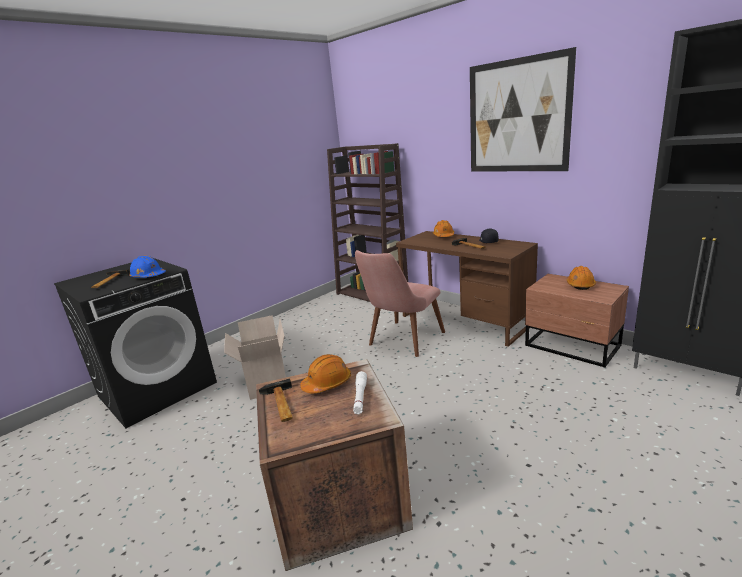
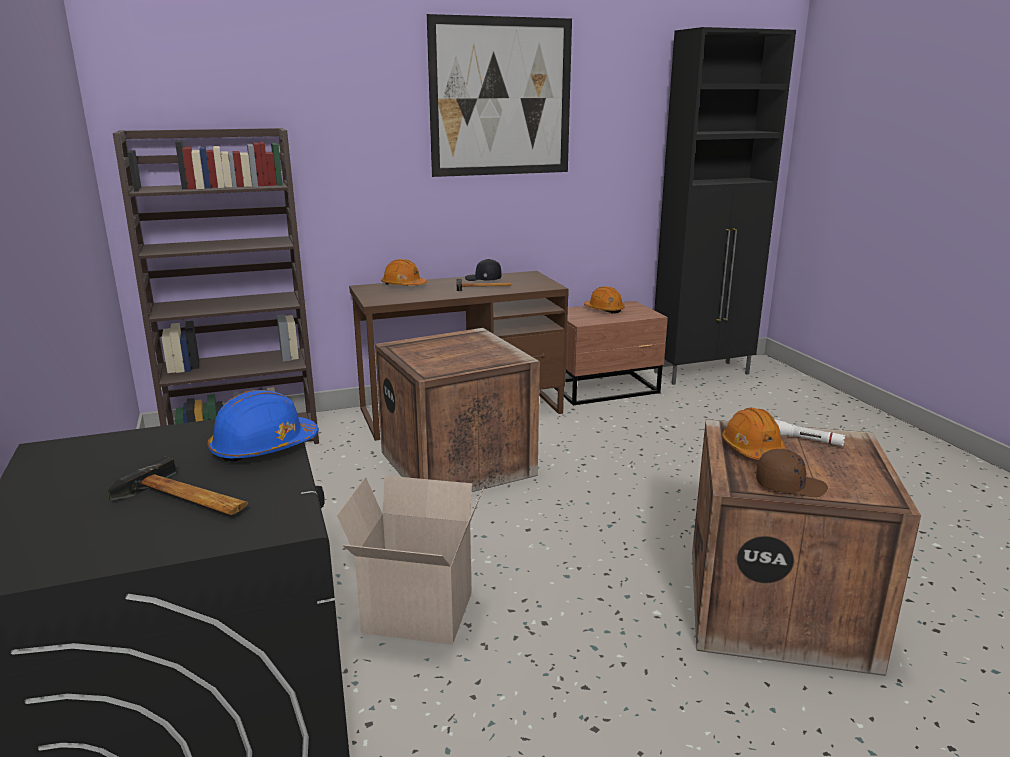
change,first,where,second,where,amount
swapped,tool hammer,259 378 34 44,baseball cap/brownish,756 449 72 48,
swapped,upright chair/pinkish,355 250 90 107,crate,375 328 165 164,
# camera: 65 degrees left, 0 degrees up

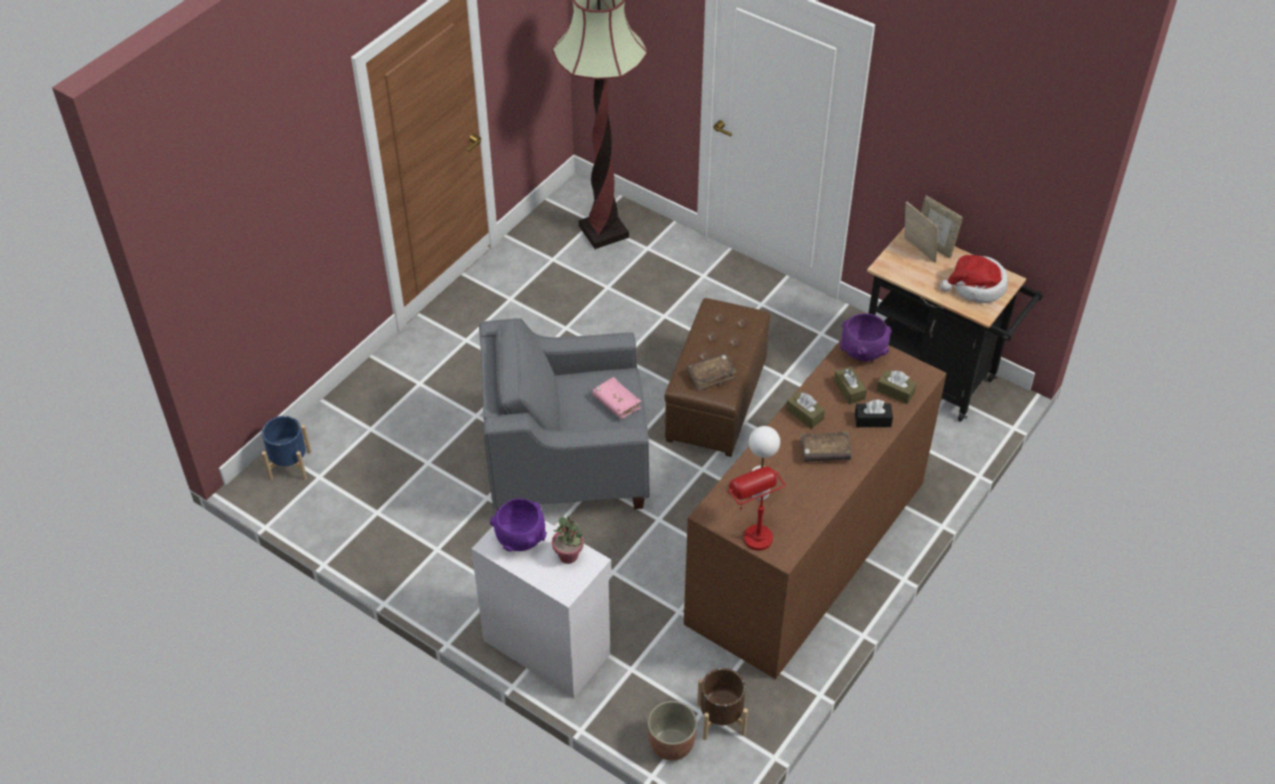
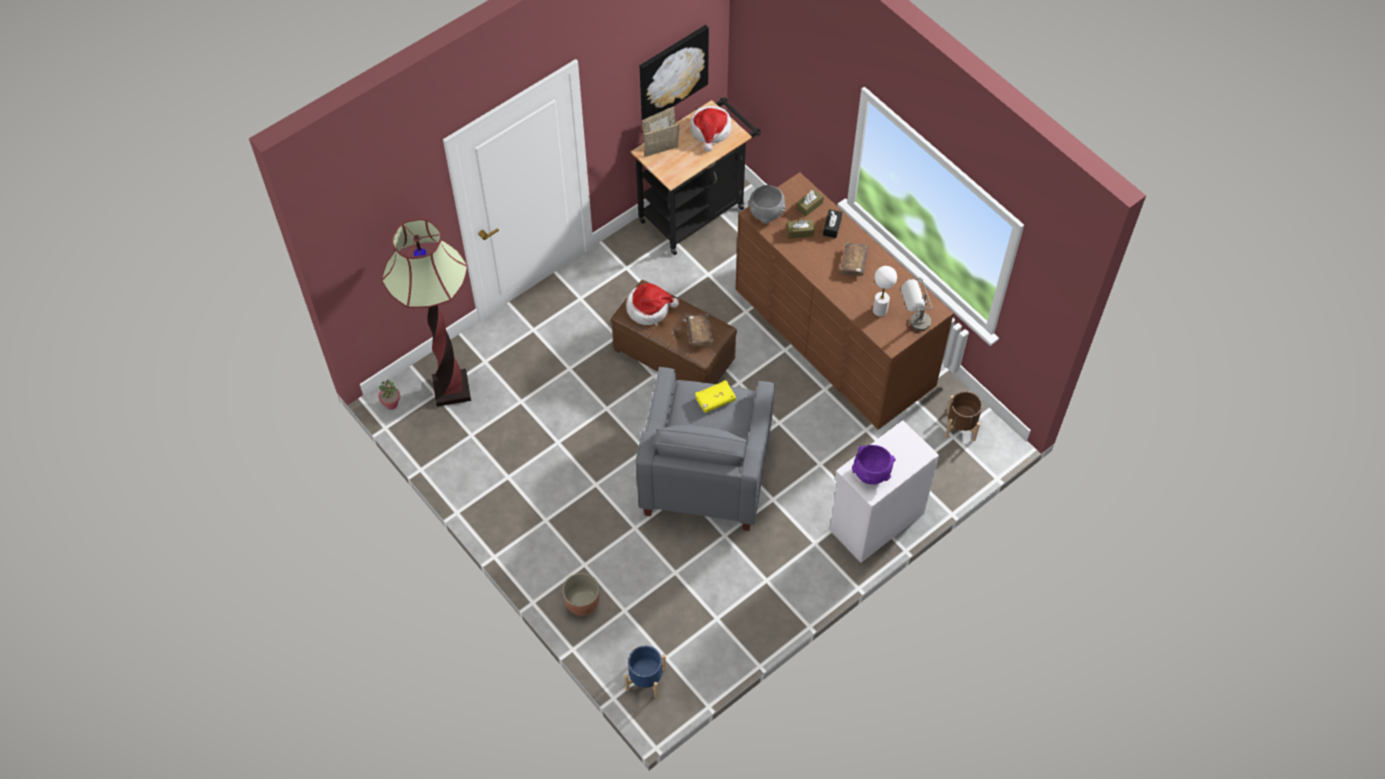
change,first,where,second,where,amount
shifted,houseplant,552 516 32 48,,378 379 22 30,
repainted,bound book/pinkish,592 377 50 42,bound book/yellow,695 380 41 33,
shifted,planter,648 701 49 60,,562 573 38 43,
repainted,lamp for a table/red-coloured,728 466 57 85,lamp for a table/grey,901 278 31 53,
gone,box of tissues/brownish,786 391 39 38,,,
repainted,deep dish/purplish,840 314 52 47,deep dish/grey,748 185 38 39,
new,,,wearable hat,626 283 53 42,
new,,,picture,640 25 69 95,
# camera: 75 degrees left, 10 degrees up

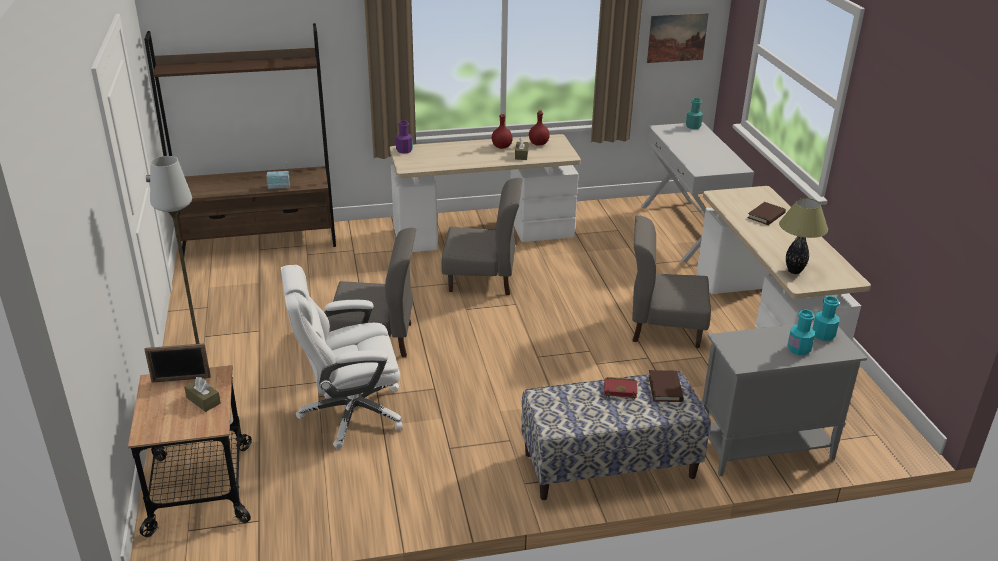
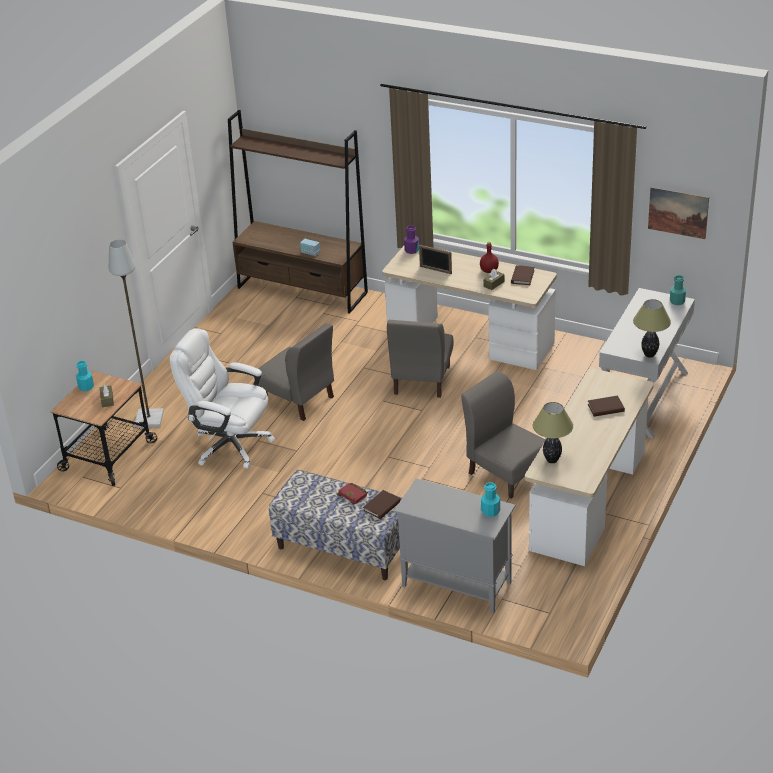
change,first,where,second,where,amount
shifted,photo frame,144 343 67 40,,419 245 33 29,
rotated,upright chair/grey,441 178 81 117,,387 320 67 78,60 degrees clockwise
swapped,bottle/red-coloured,529 110 21 36,bound book/brownish,511 265 23 20,
shifted,bottle/blue-green,787 310 28 45,,76 361 18 30,
new,,,lamp for a table,633 299 38 59,
# camera: 40 degrees right, 5 degrees up

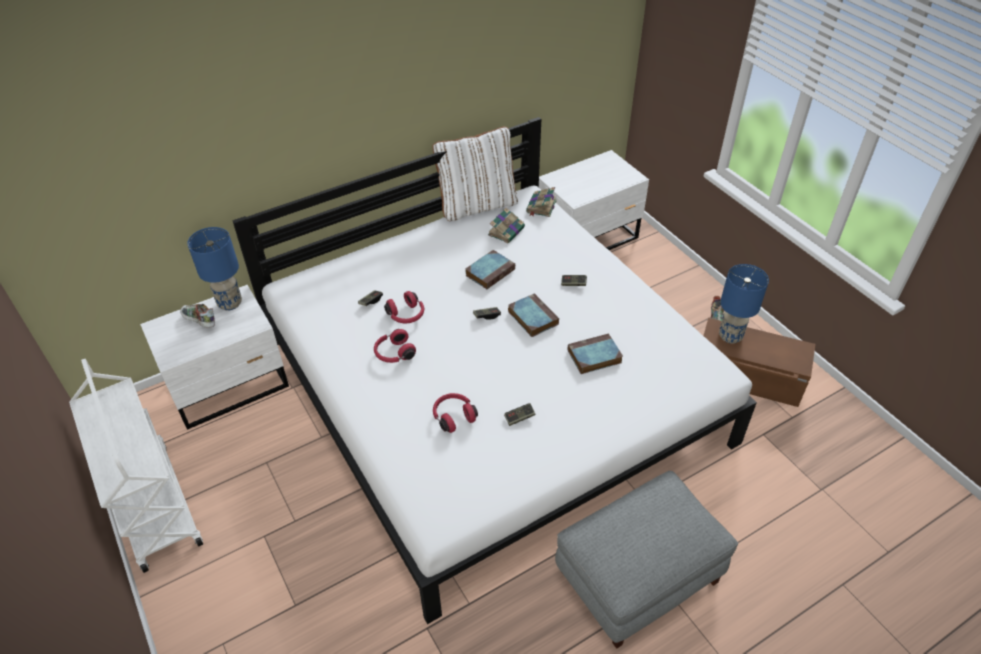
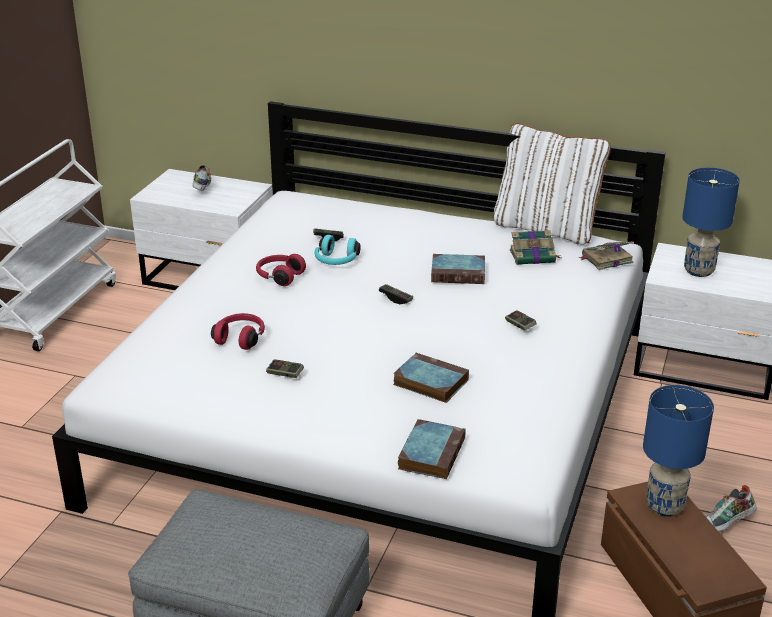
change,first,where,second,where,amount
shifted,lamp for a table/bluish,187 227 55 84,,682 168 58 109,
repainted,headphones/red-coloured,384 291 40 32,headphones/blue-green,314 235 47 30,
shifted,bound book,508 293 51 44,,398 419 68 60,
# camera: 50 degrees right, 15 degrees down

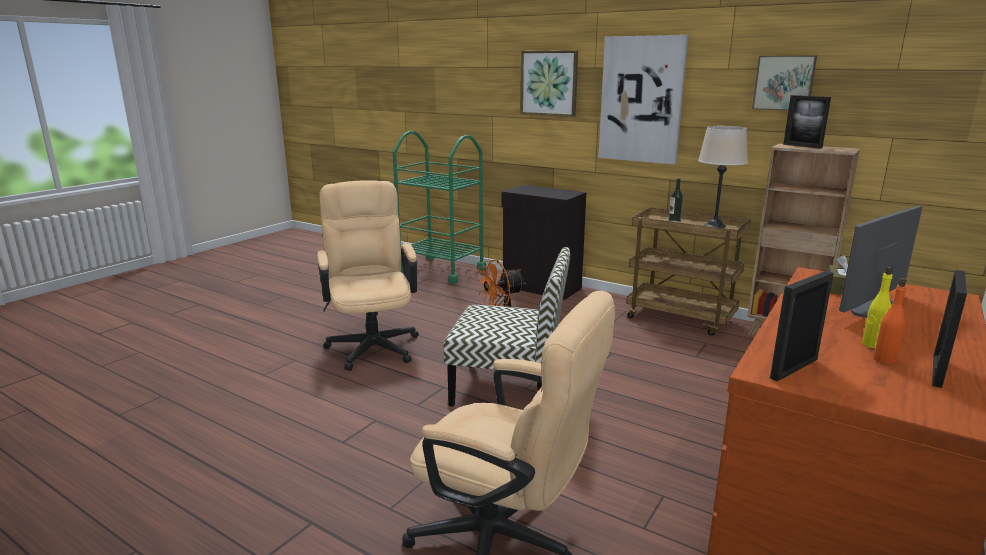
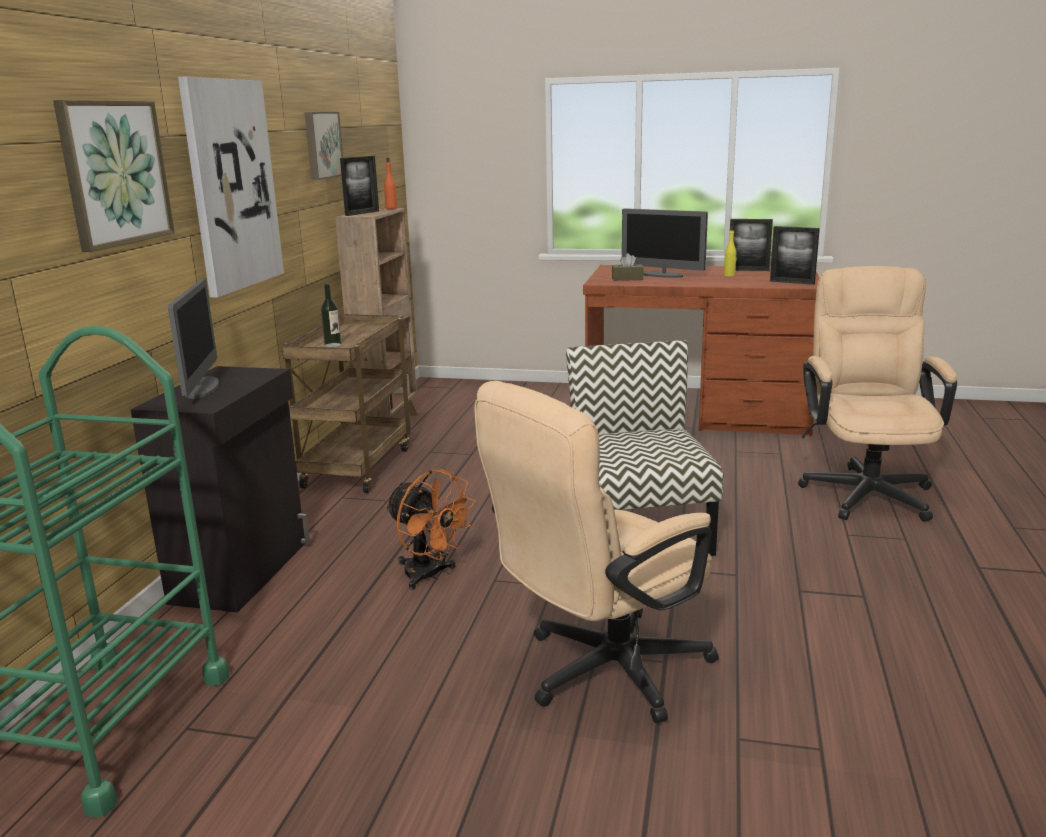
change,first,where,second,where,amount
gone,lamp for a table/sand-coloured,698 126 50 102,,,
shifted,bottle/orange-coloured,874 278 33 86,,384 158 13 51,
new,,,monitor,168 279 51 120,
# camera: 110 degrees left, 0 degrees up

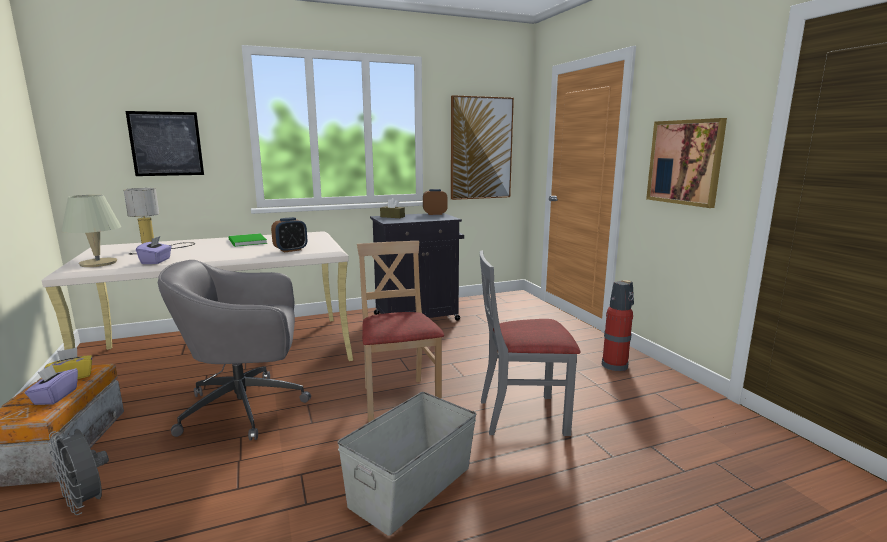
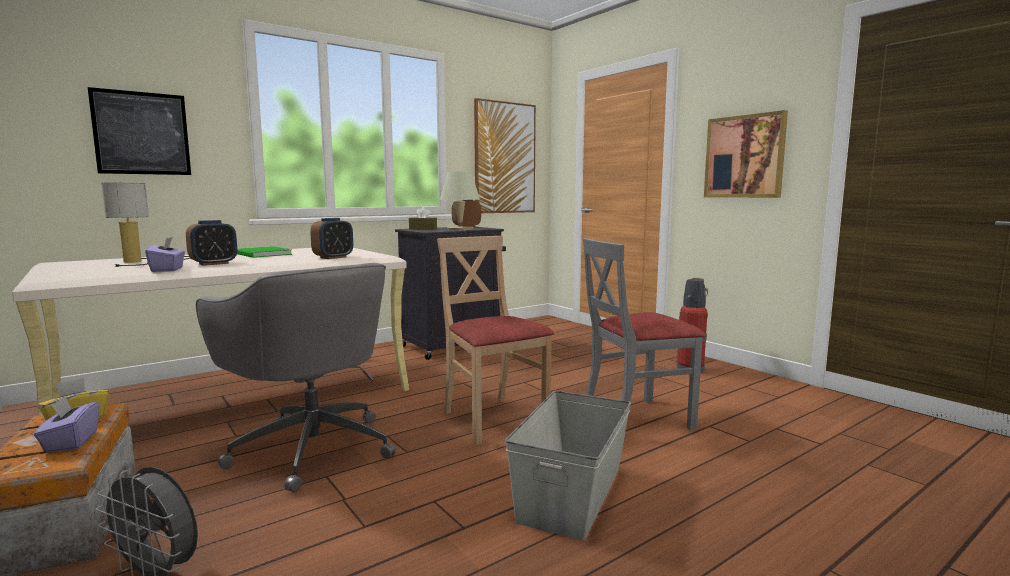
change,first,where,second,where,amount
shifted,lamp for a table/sand-coloured,61 195 60 72,,440 172 40 58,
rotated,office chair/grey,158 260 153 180,,196 263 200 229,105 degrees counterclockwise
new,,,alarm clock,186 220 51 46,
# camera: 15 degrees left, 5 degrees down

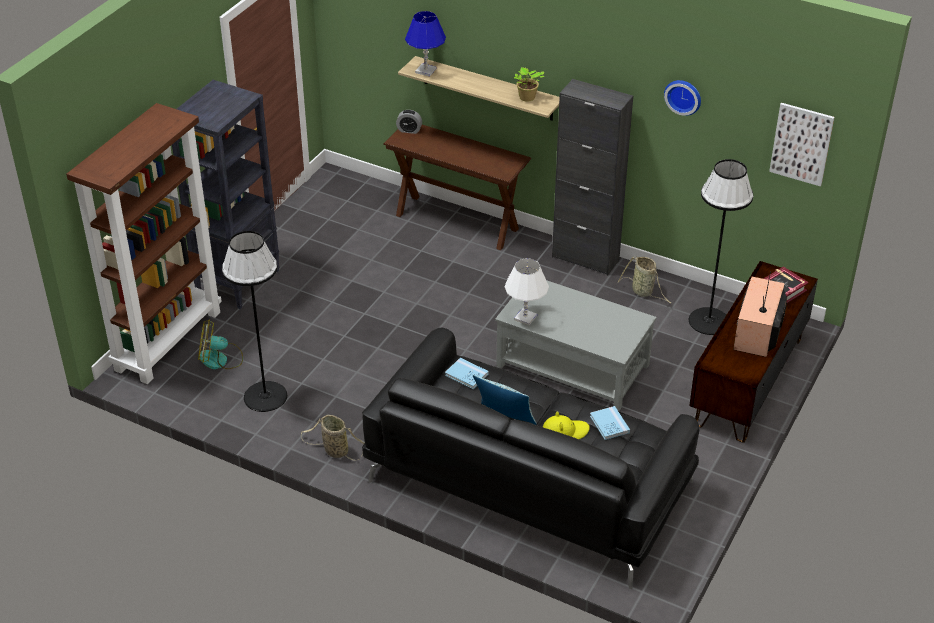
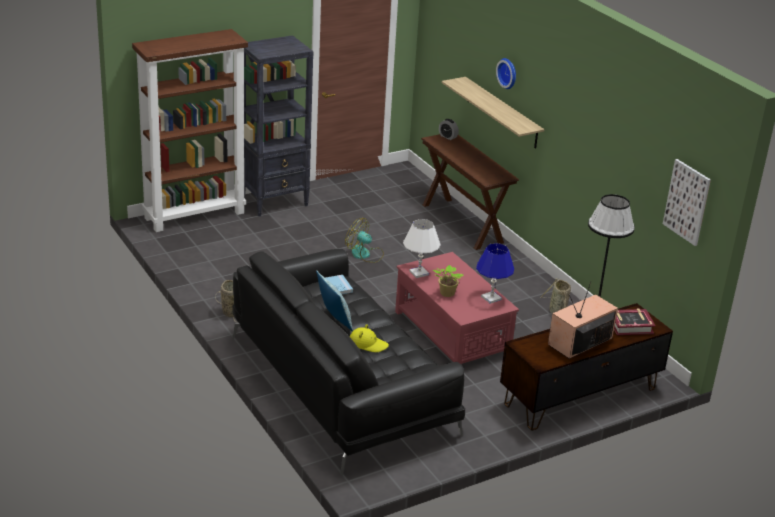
change,first,where,second,where,amount
shifted,fan,198 319 45 50,,345 218 39 45,
gone,standard lamp/black,222 231 65 181,,,
shifted,lamp for a table/bluish,405 11 41 66,,476 243 38 61,
repainted,lounge table/grey,495 280 162 131,lounge table/red-coloured,395 252 124 112,
shifted,houseplant,514 67 30 35,,433 265 31 32,
gone,cupboard/black,552 79 81 196,,,
gone,bound book/bluish,590 406 40 34,,,
shifted,hanging clock,664 80 37 36,,496 58 20 31,
# camera: 30 degrees right, 10 degrees down

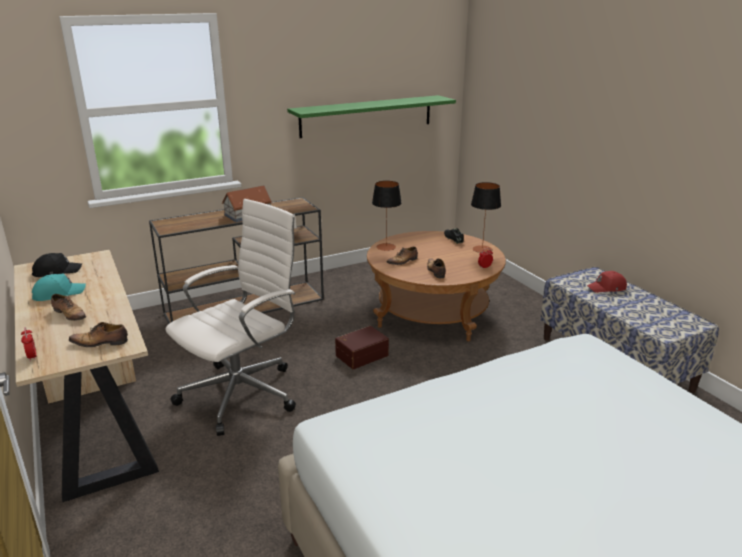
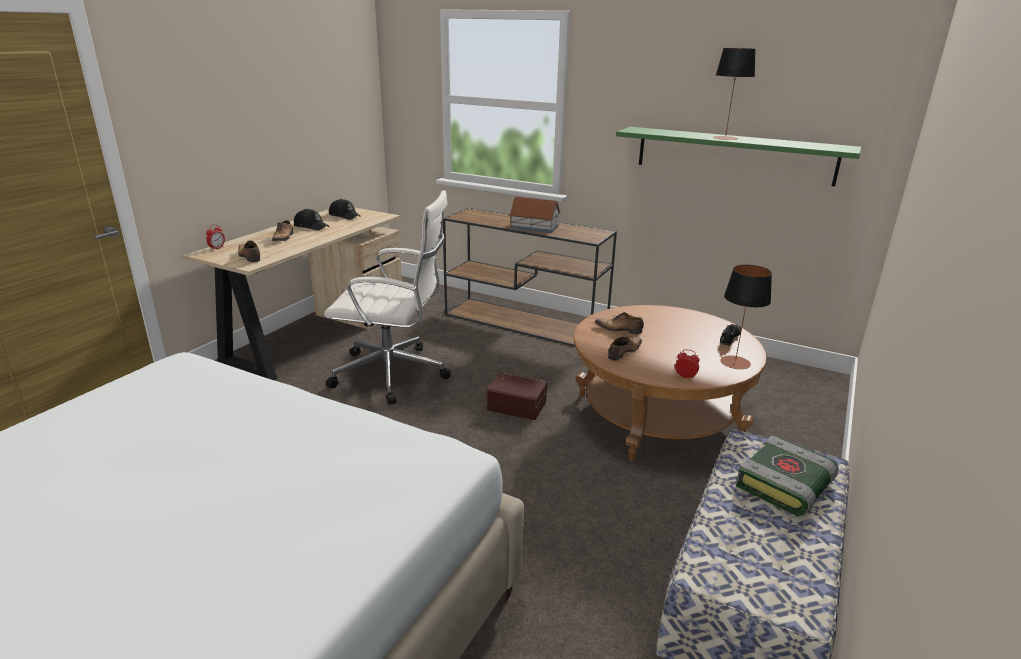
change,first,where,second,where,amount
repainted,baseball cap/blue-green,32 274 54 27,baseball cap/black,294 209 35 22,
shifted,lamp for a table,372 181 30 70,,713 48 42 92,
swapped,baseball cap/red-coloured,587 271 40 22,bound book,736 435 102 80,
# camera: 55 degrees right, 0 degrees up

